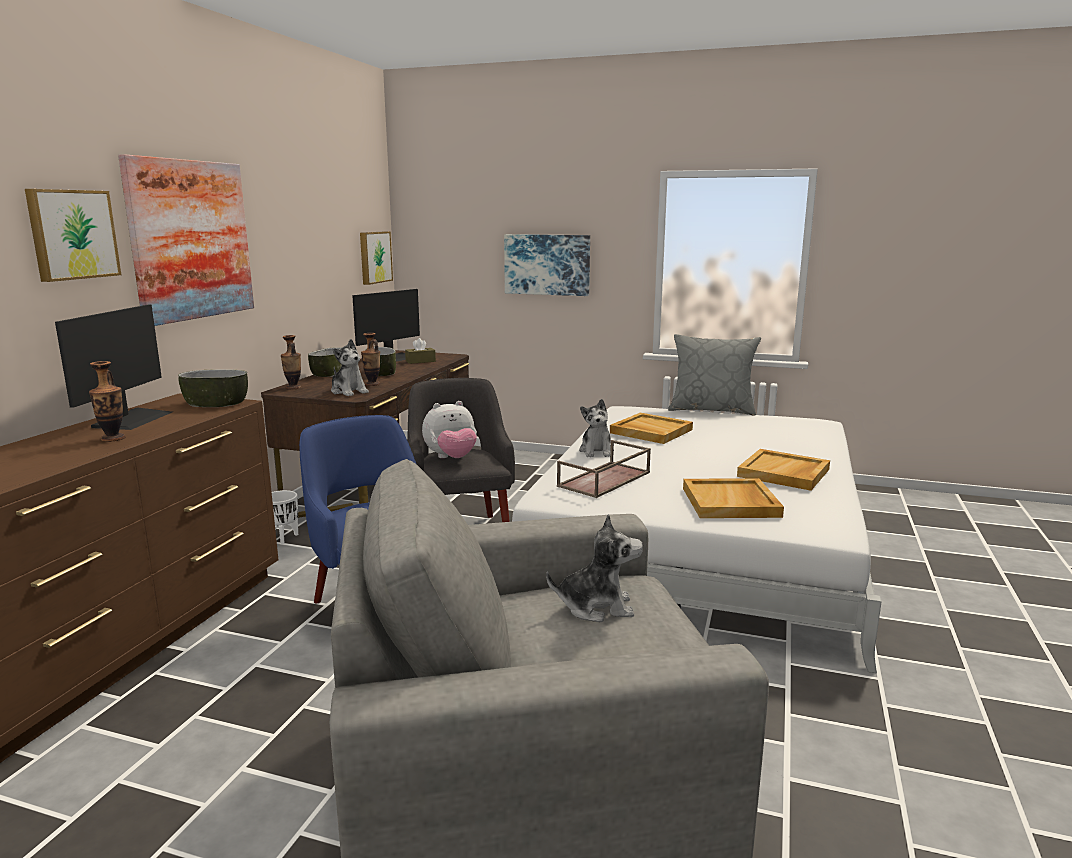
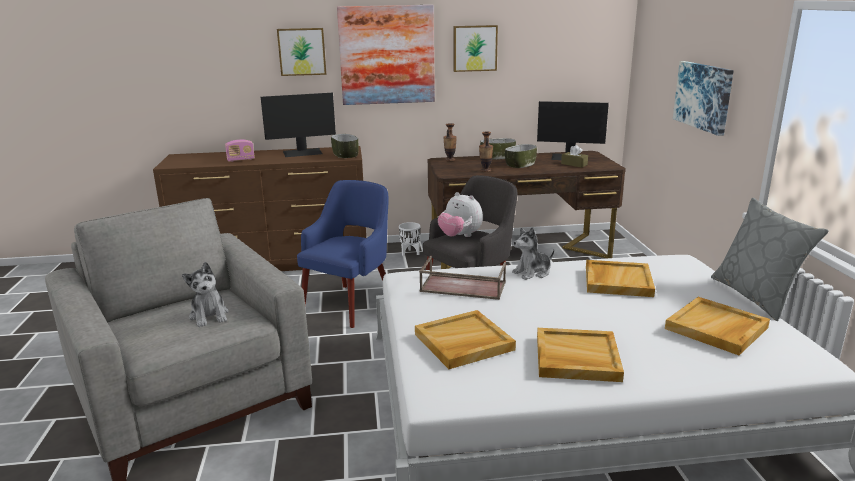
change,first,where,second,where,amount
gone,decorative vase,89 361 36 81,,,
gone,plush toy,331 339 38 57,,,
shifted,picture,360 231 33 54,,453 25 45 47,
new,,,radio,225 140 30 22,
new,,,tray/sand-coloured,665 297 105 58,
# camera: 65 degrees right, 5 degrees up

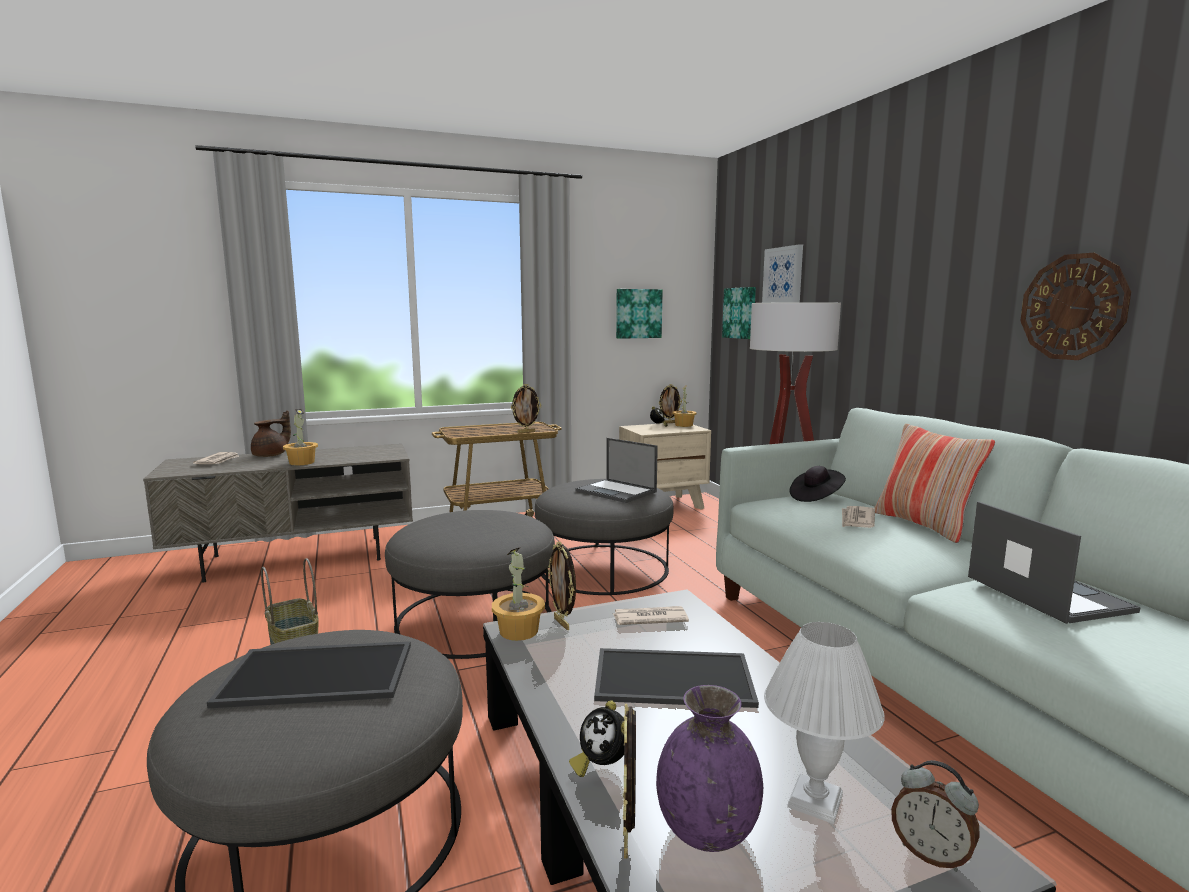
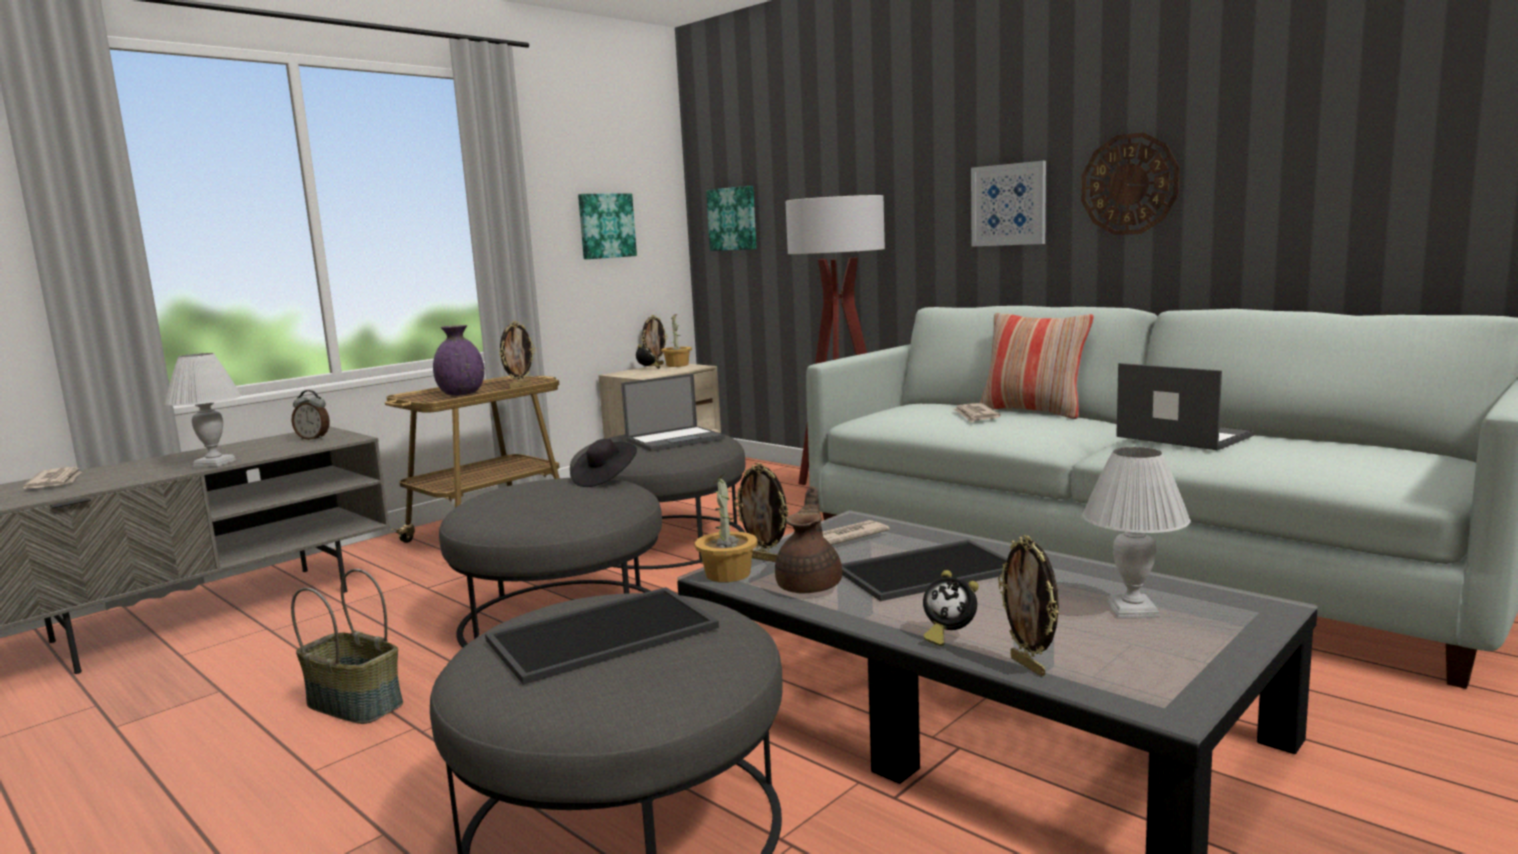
change,first,where,second,where,amount
shifted,teapot/brownish,251 411 40 46,,775 486 67 108,
swapped,houseplant,283 409 35 56,lamp for a table/whitish,165 353 77 114,
rotated,laptop,576 438 82 65,,621 373 104 79,45 degrees counterclockwise
shifted,decorative vase/purplish,656 685 107 167,,433 325 51 70,
shifted,picture,762 244 41 59,,971 161 75 85,
shifted,wearable hat/black,790 466 56 36,,571 439 66 48,
shifted,alarm clock,891 760 89 112,,292 390 38 50,
# camera: 25 degrees left, 0 degrees up

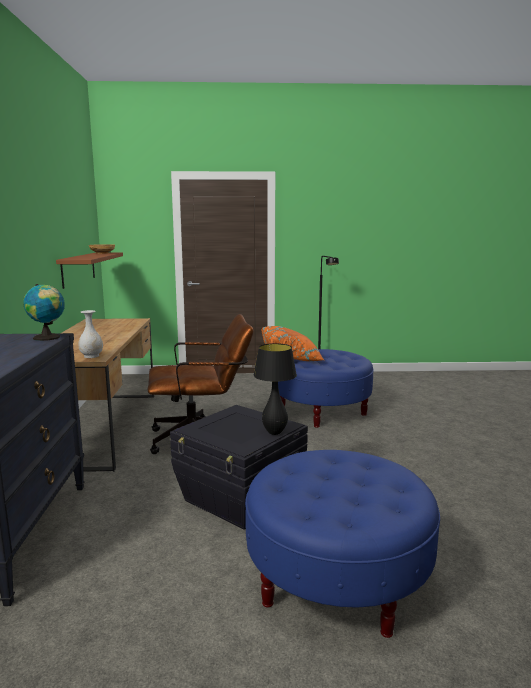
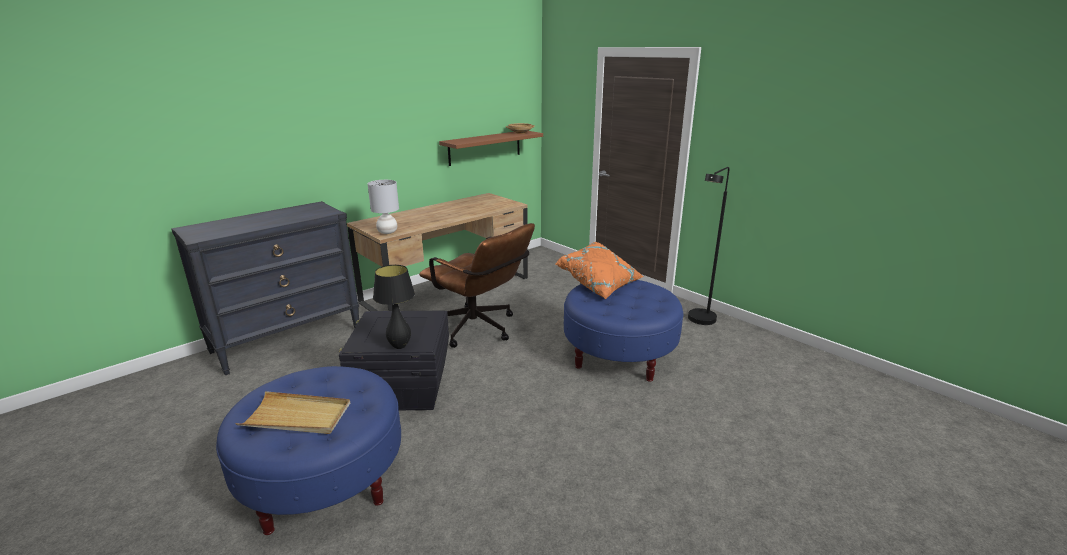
change,first,where,second,where,amount
gone,world globe,23 284 42 57,,,
swapped,decorative vase/whitish,78 310 25 48,lamp for a table/grey,368 180 31 54,
new,,,tray/sand-coloured,235 391 115 43,
# camera: 50 degrees right, 10 degrees up

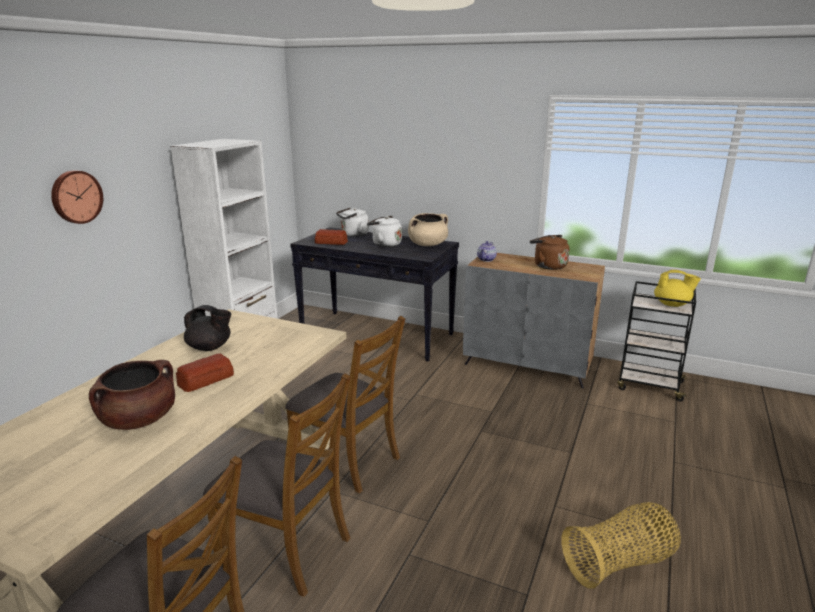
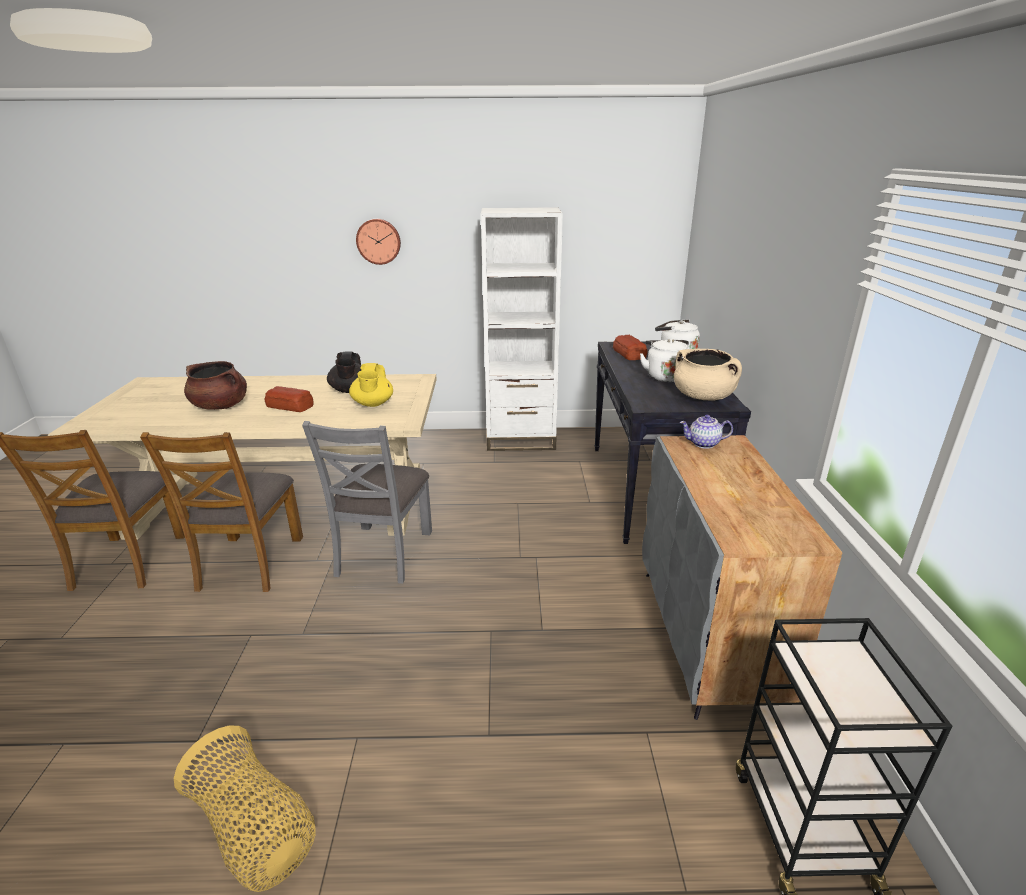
change,first,where,second,where,amount
repainted,upright chair/brownish,285 316 120 178,upright chair/grey,302 421 130 163,
gone,tea kettle/brownish,530 235 39 35,,,
shifted,teapot/yellow,654 270 47 37,,349 363 44 44,
# camera: 65 degrees right, 5 degrees up

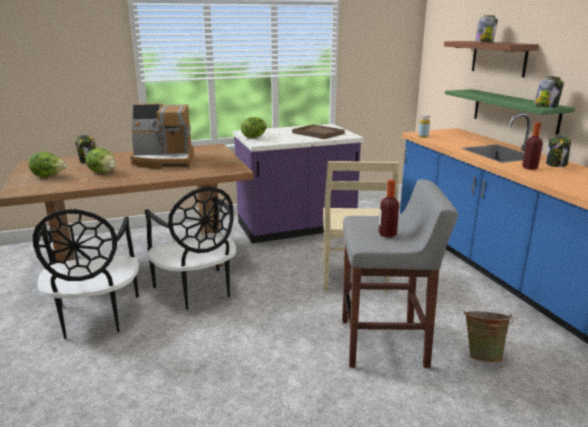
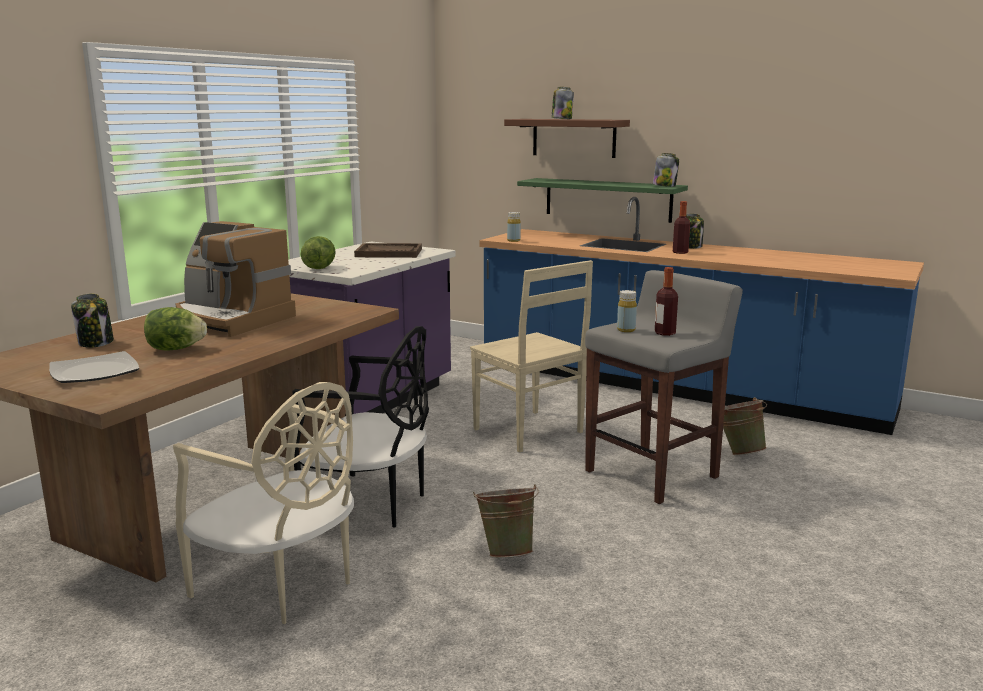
change,first,where,second,where,amount
swapped,lettuce,28 152 40 25,flat dish,49 351 90 32,
repainted,upright chair/black,33 209 106 130,upright chair/sand-coloured,173 382 181 242,
rotated,coffee maker,130 103 64 65,,175 221 121 116,75 degrees clockwise
new,,,water bucket/green,473 484 66 74,
new,,,bottle/yellow,617 290 20 42,
# camera: 40 degrees left, 5 degrees down

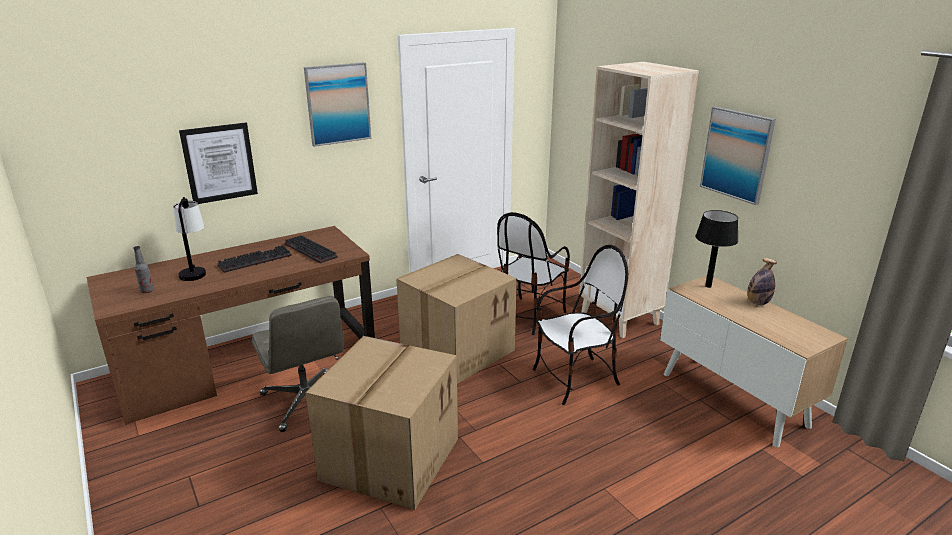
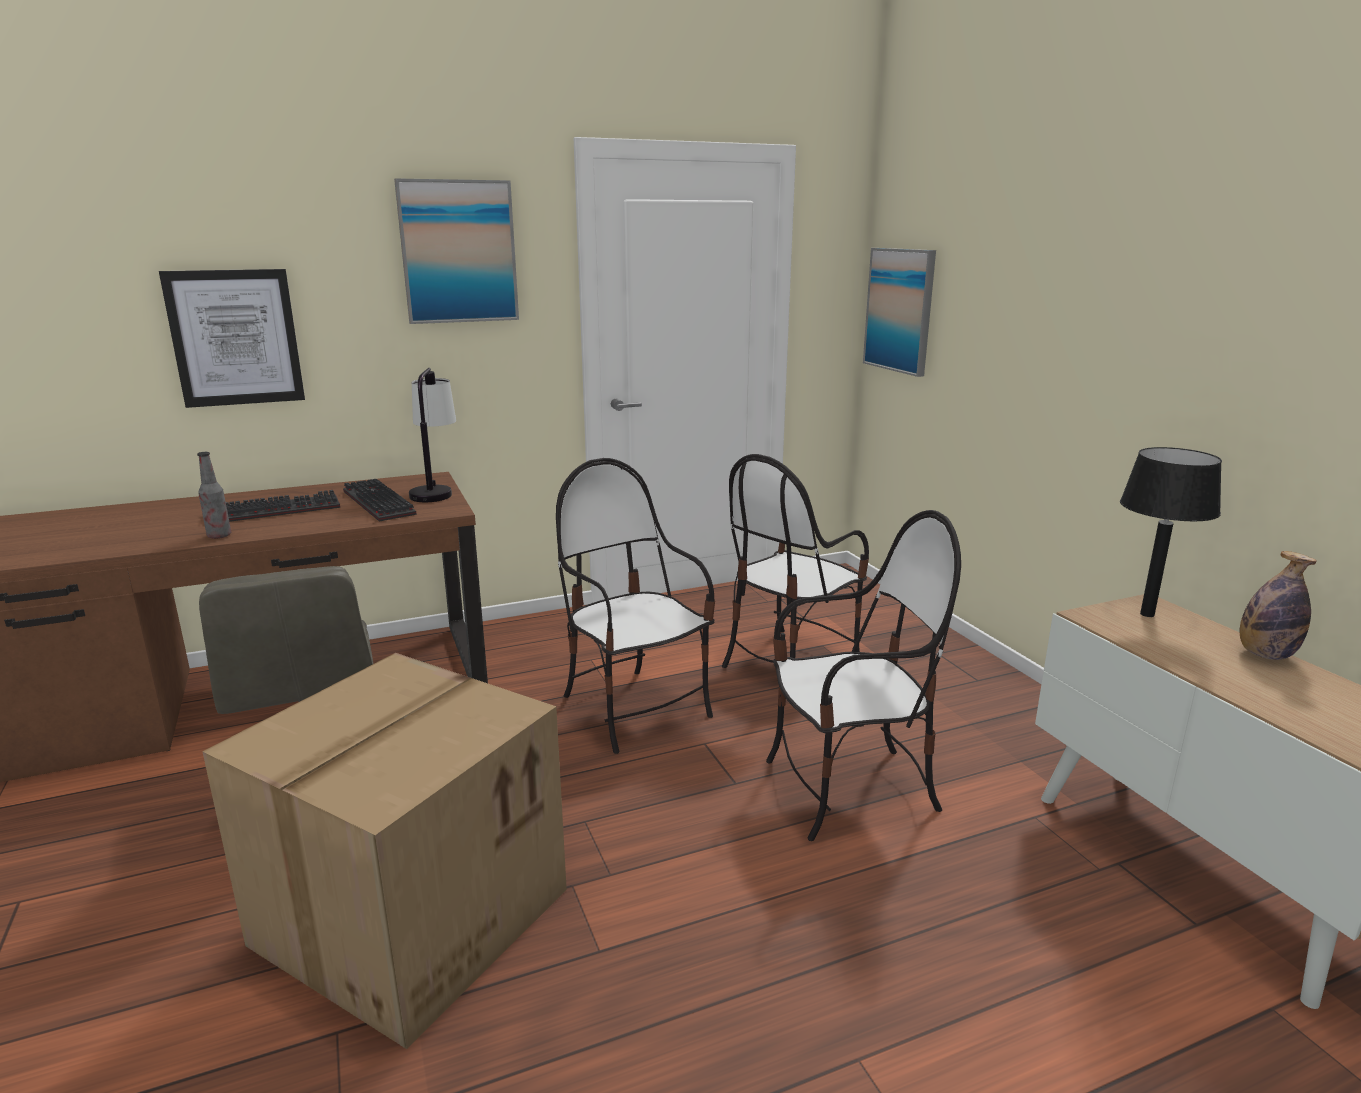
change,first,where,second,where,amount
shifted,bottle,133 246 21 47,,197 452 34 87,
shifted,lamp for a table,173 197 33 84,,409 368 47 134,
swapped,carton,396 254 121 130,upright chair,556 458 159 296,
gone,shelving unit/sand-coloured,579 62 120 276,,,
shifted,picture,700 107 76 98,,863 248 73 129,
# camera: 10 degrees right, 5 degrees down

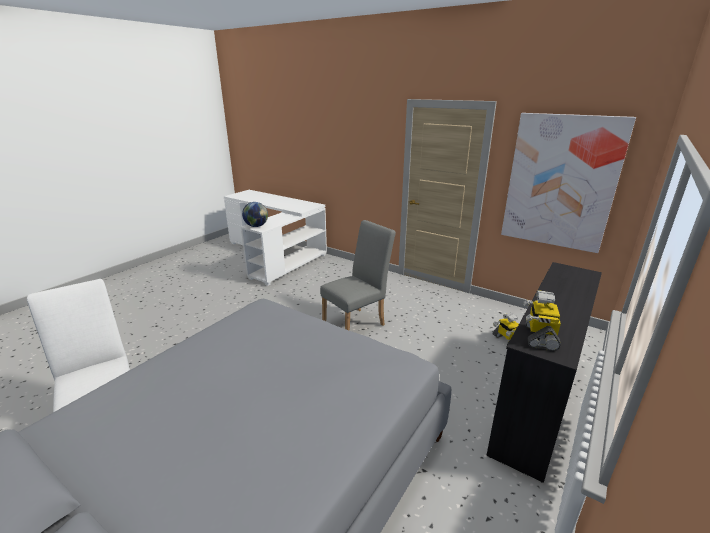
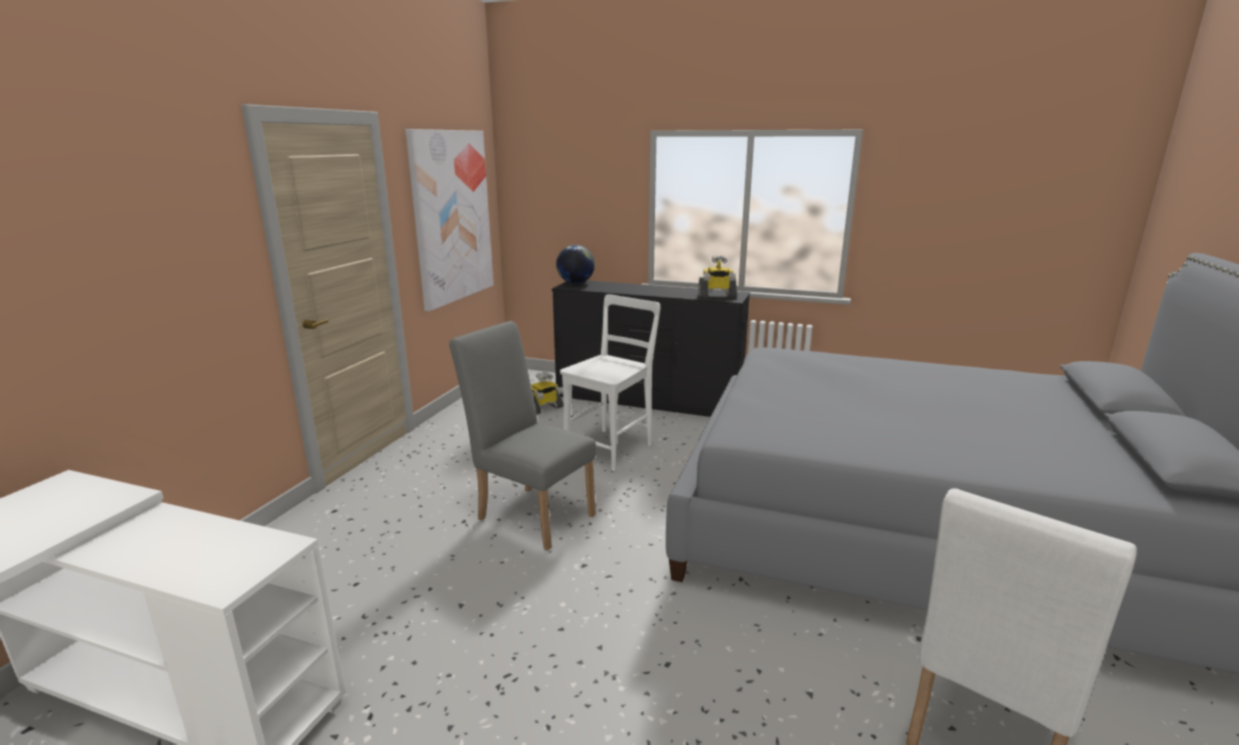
change,first,where,second,where,amount
shifted,world globe,242 202 26 25,,556 245 39 39,
new,,,upright chair/whitish,560 294 101 177,
# camera: 105 degrees left, 5 degrees down

